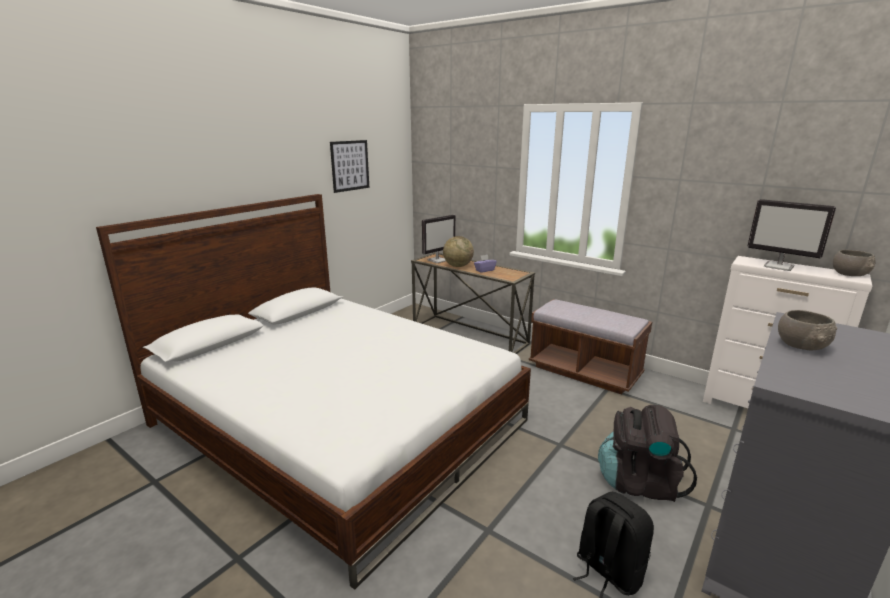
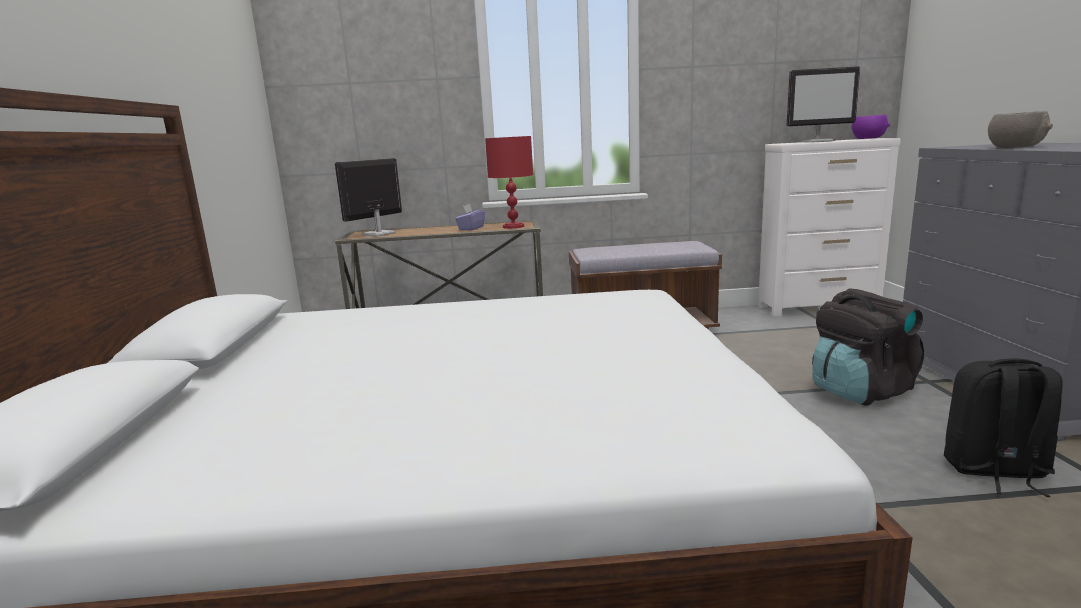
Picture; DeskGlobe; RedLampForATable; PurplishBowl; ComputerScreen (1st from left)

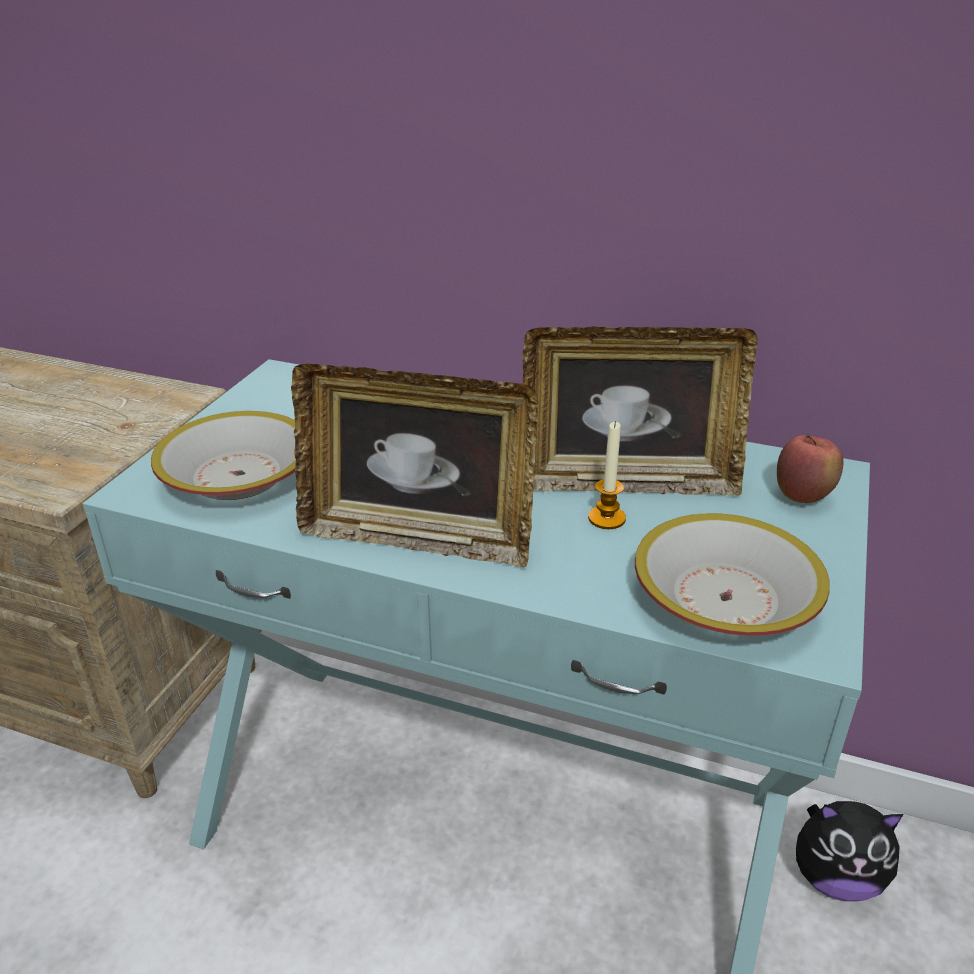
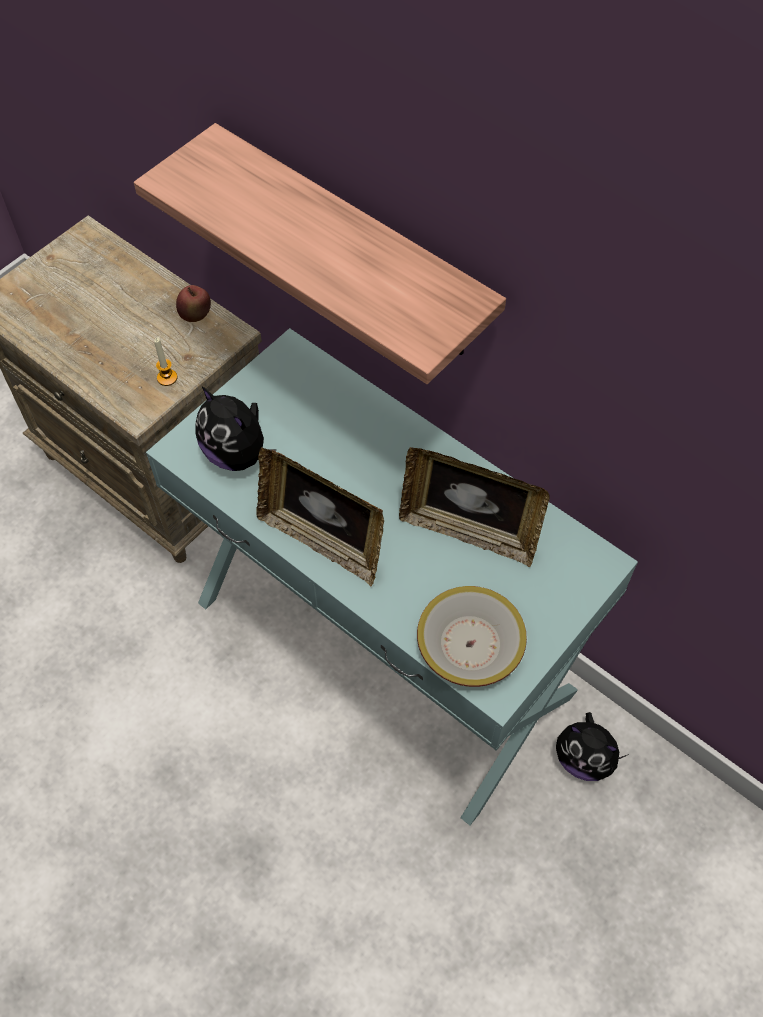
Shelf; Candle; Apple; SoftToy (1st from left)

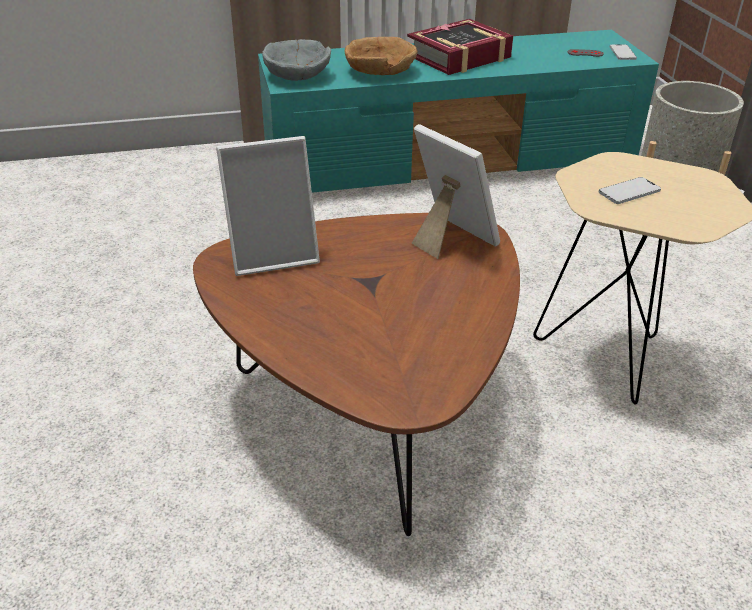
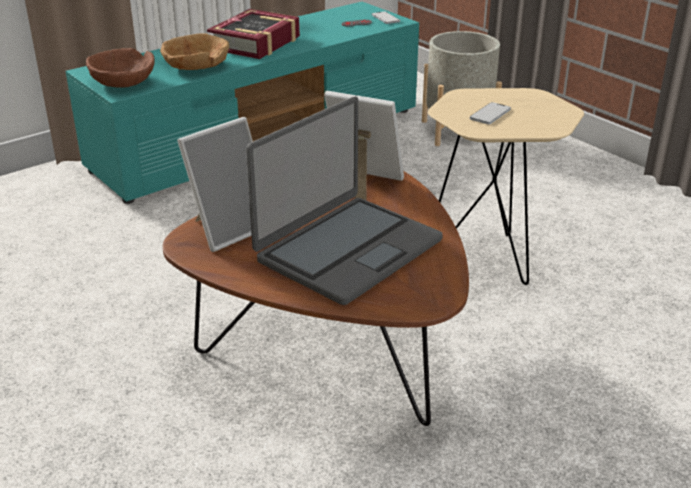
NotebookComputer; BrownBowl (1st from left)

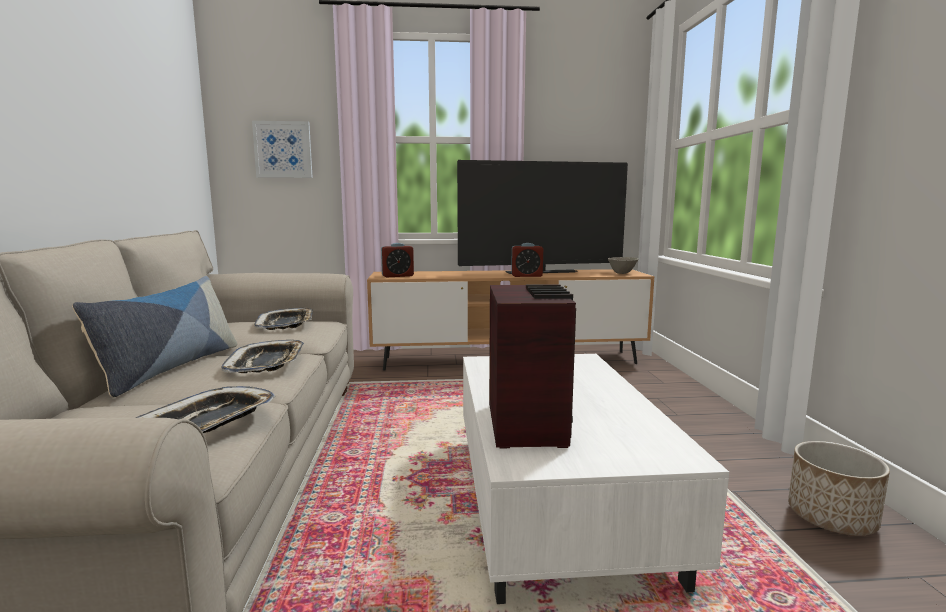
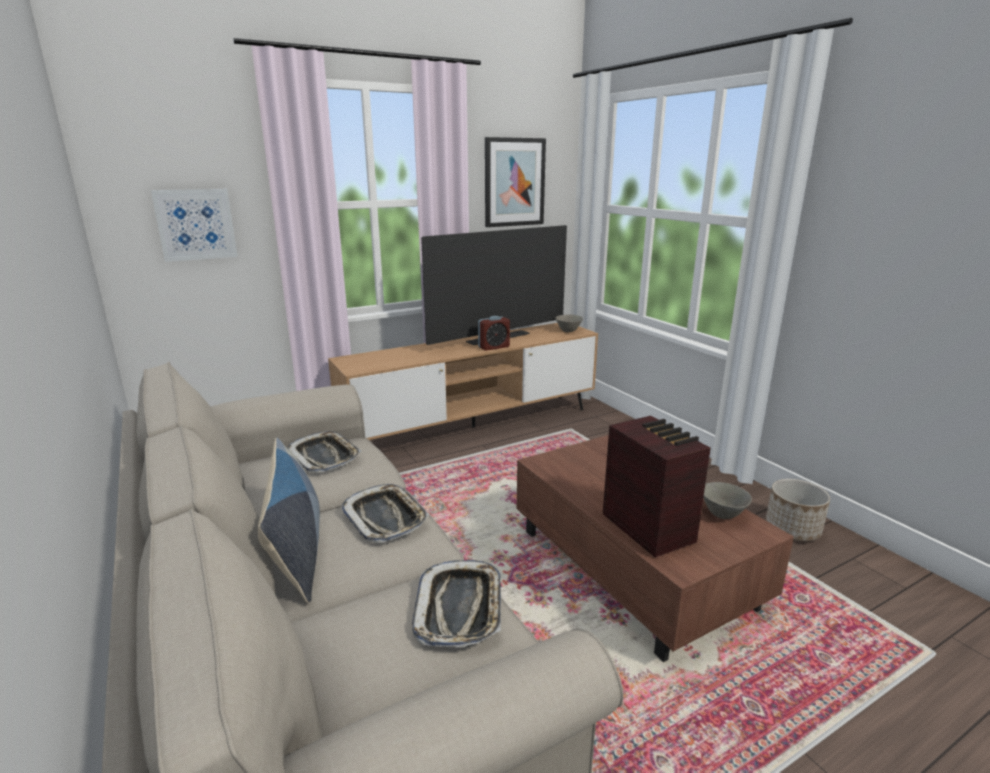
TableClock (1st from left in the first image); Picture (2nd from left); GrayBowl (2nd from left); BrownLowTable

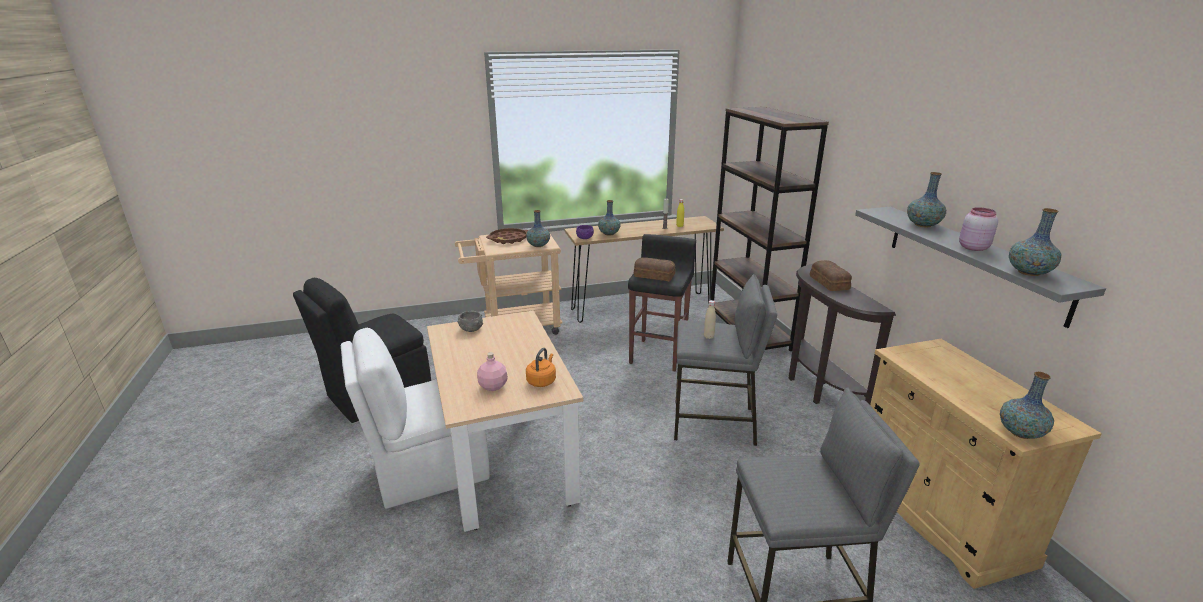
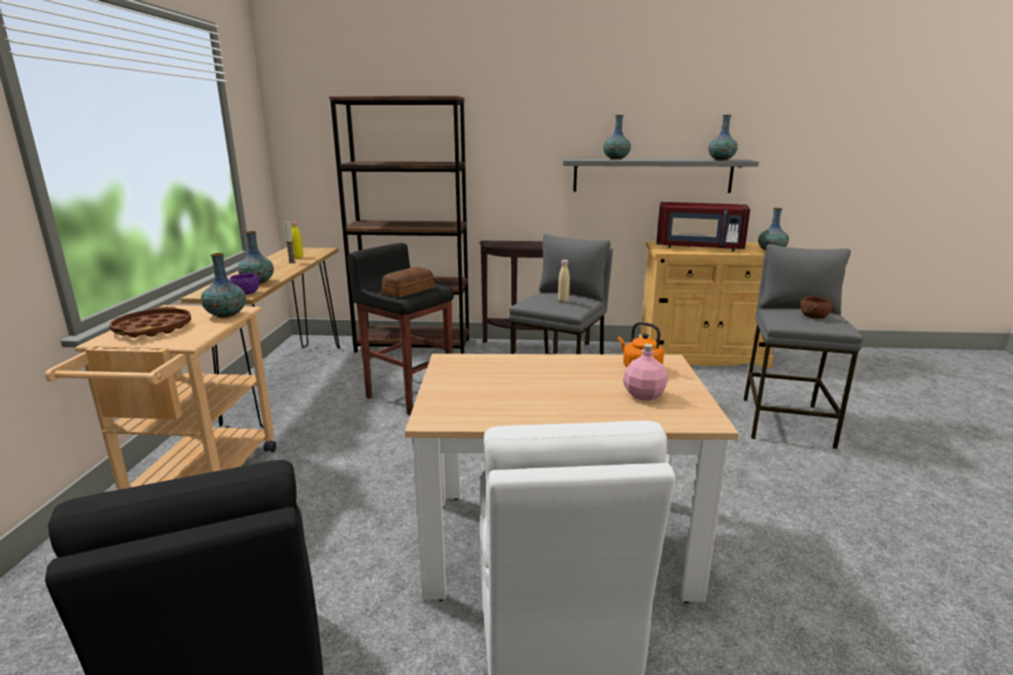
GrayBowl; BakeryBread (2nd from left in the first image); PinkColouredJar; RedMicrowaveOven; BrownBowl

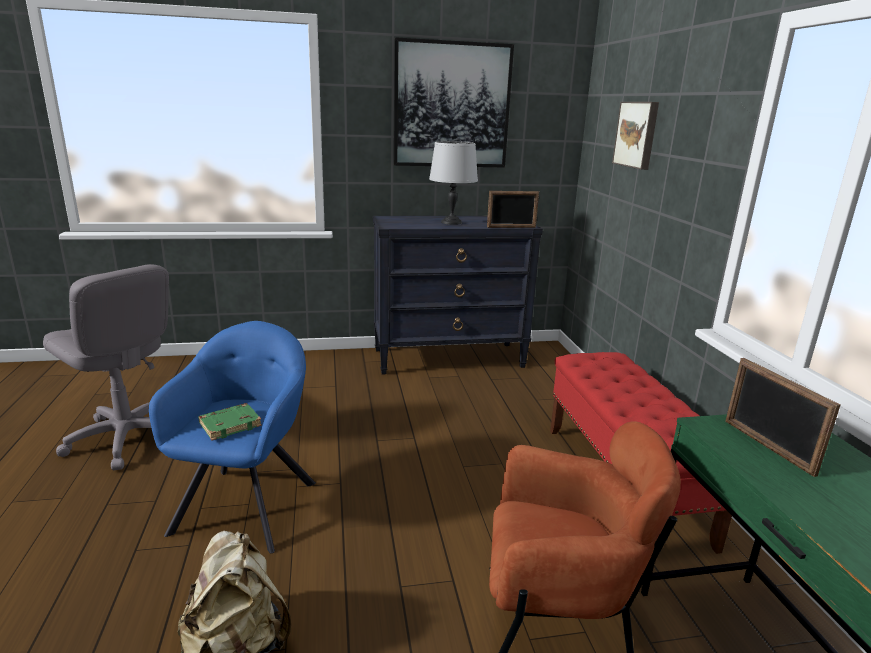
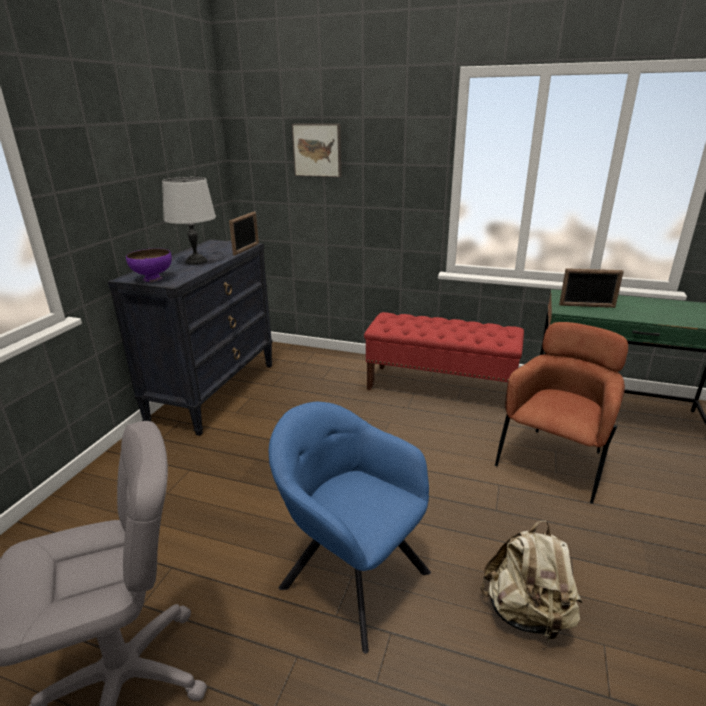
GreenishBoundBook; Picture (1st from left in the first image); PurplishBowl

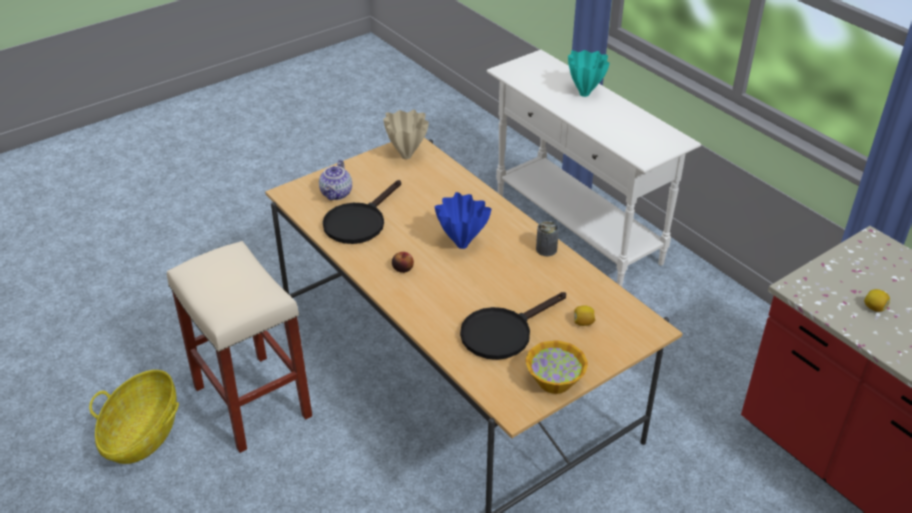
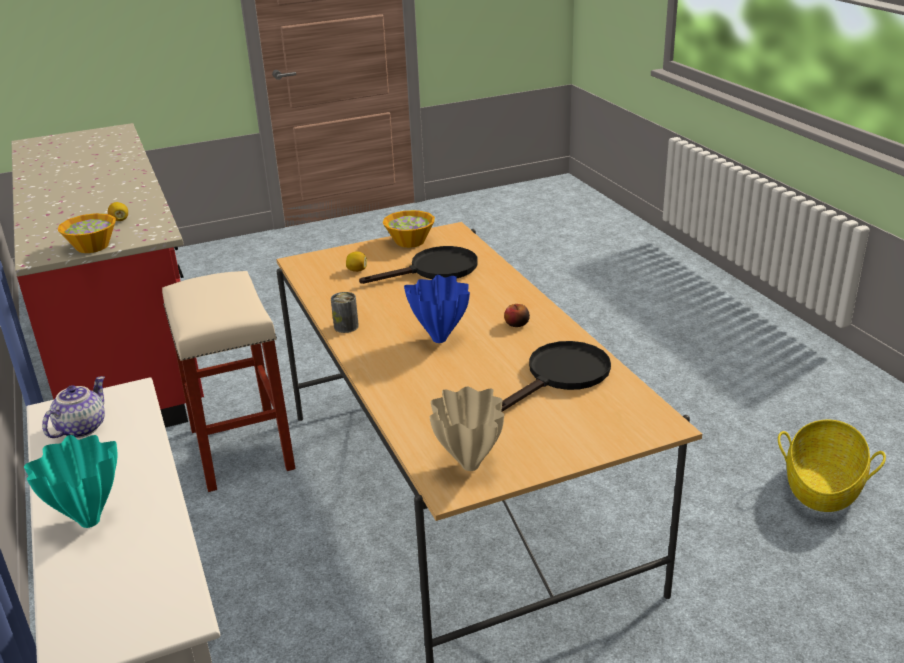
Bowl (1st from left); BeigeColouredSittingStool; Teapot

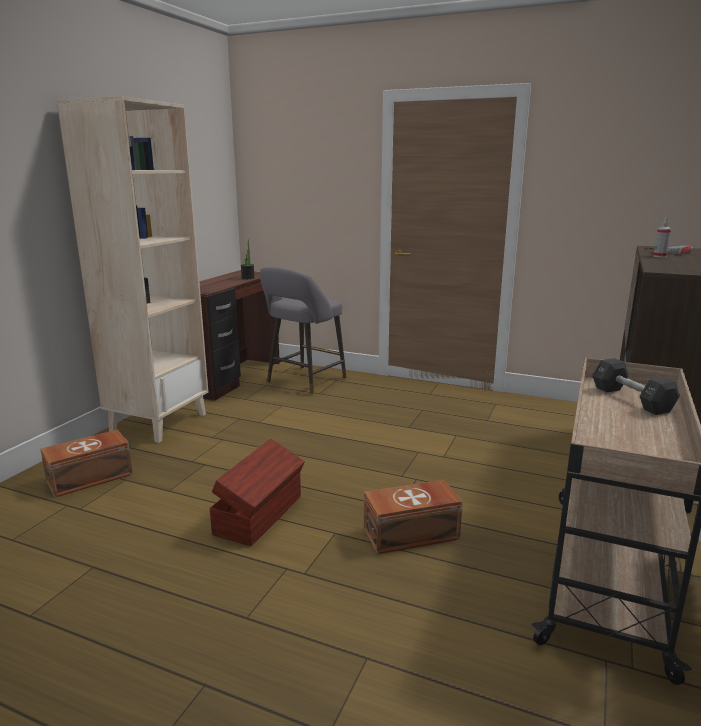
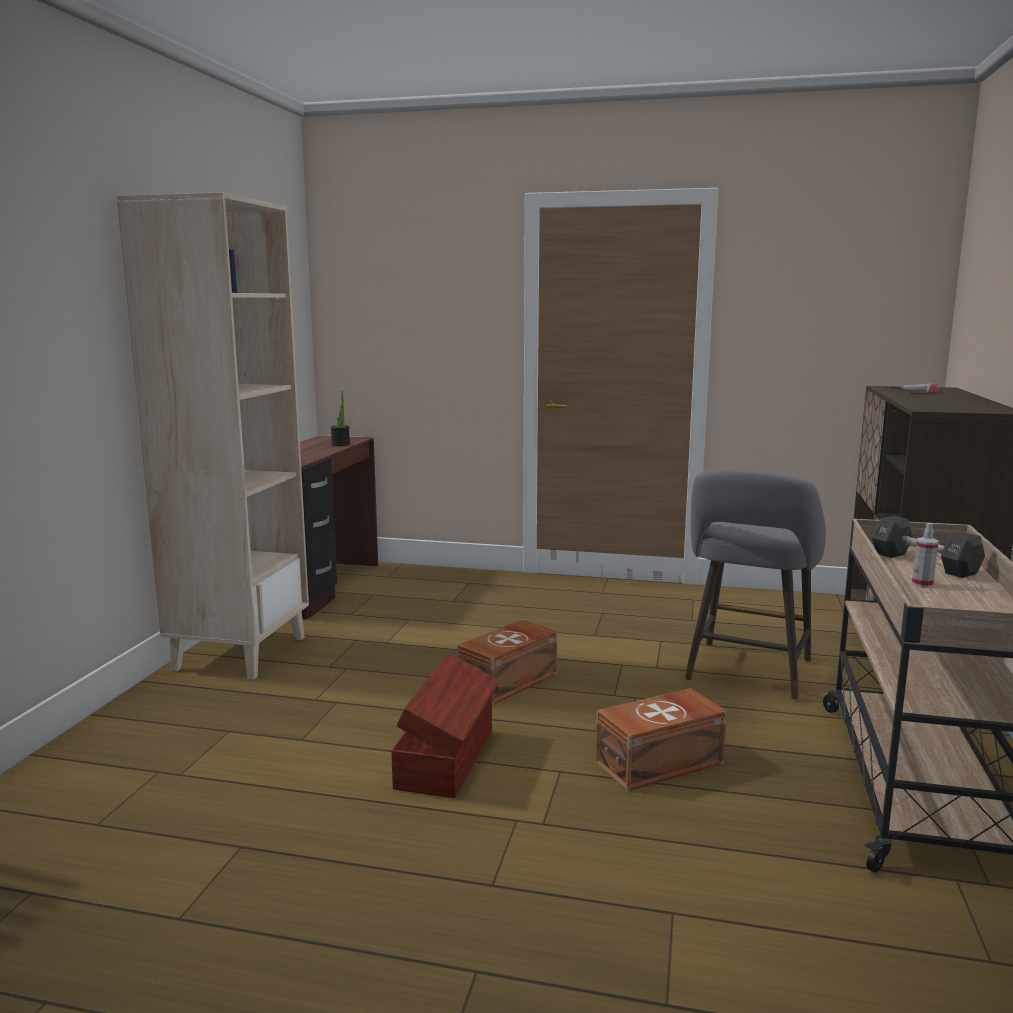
BrownStorageContainer (2nd from left); GraySittingStool; SprayBottle

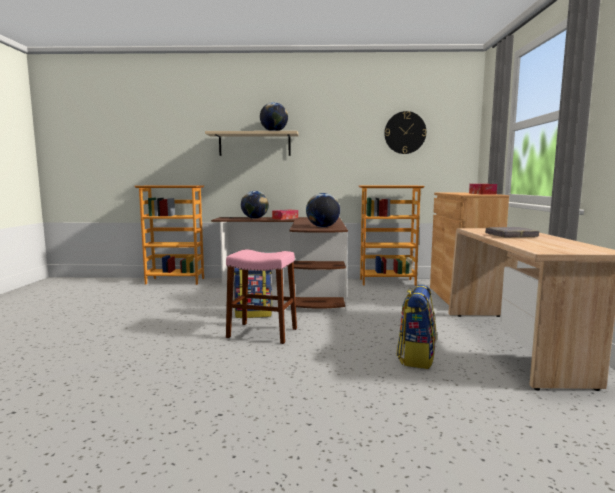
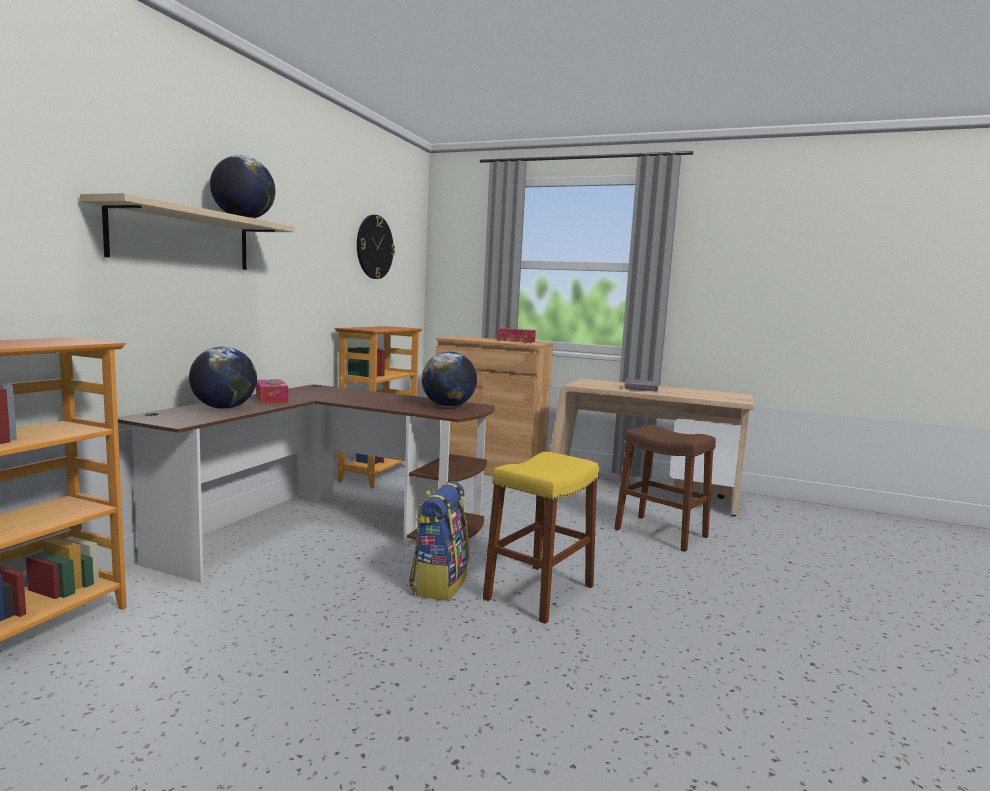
BrownSittingStool; YellowishSittingStool

